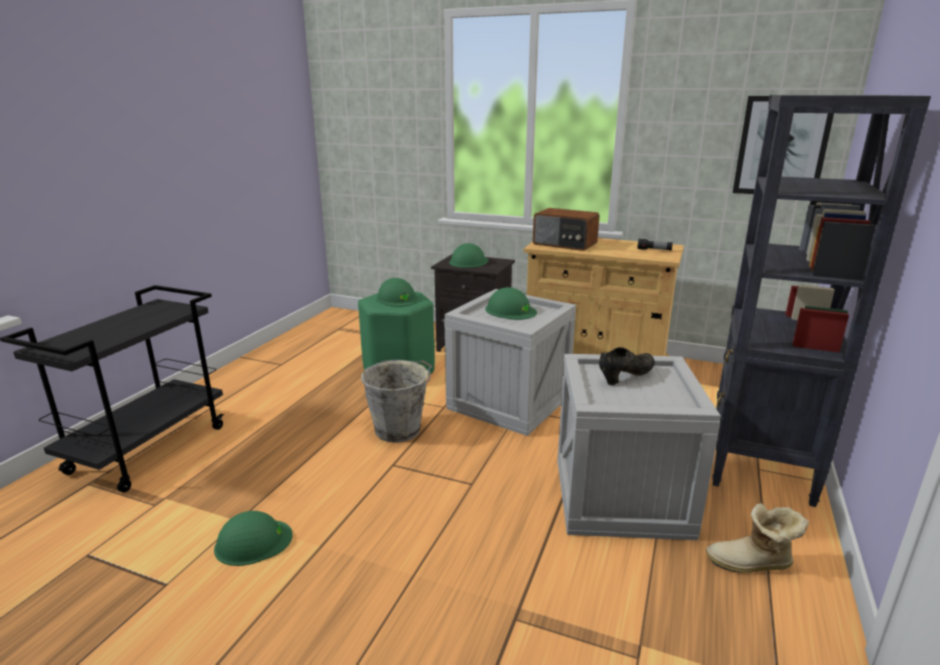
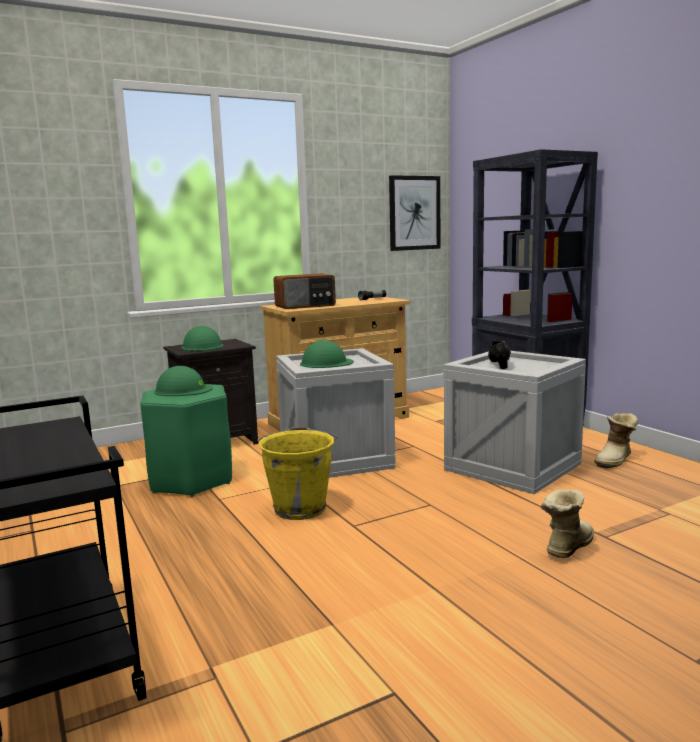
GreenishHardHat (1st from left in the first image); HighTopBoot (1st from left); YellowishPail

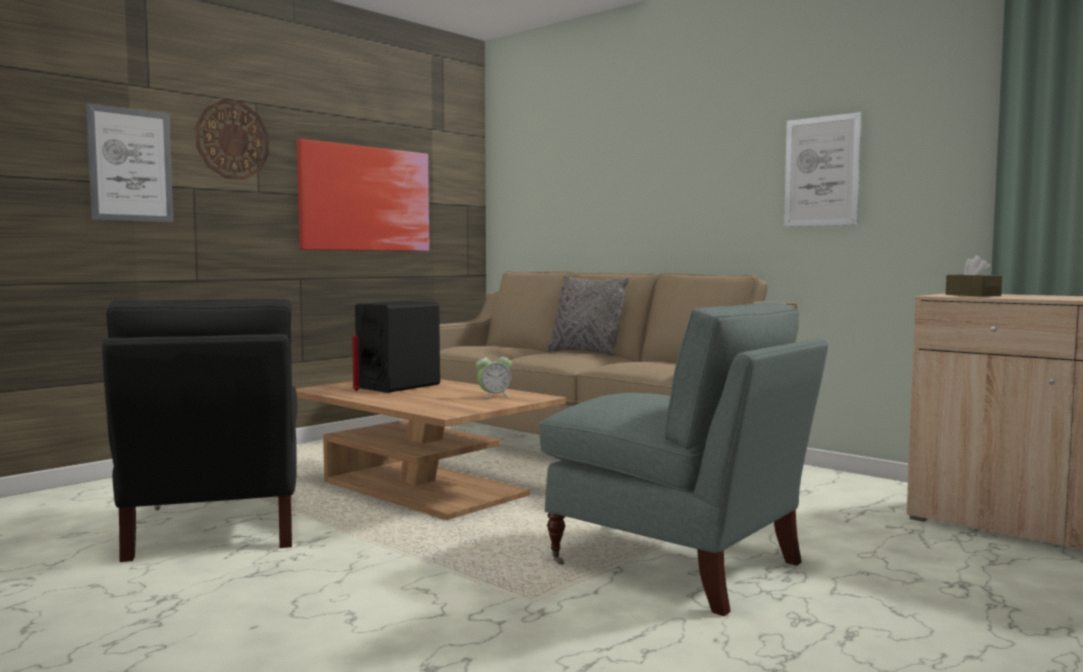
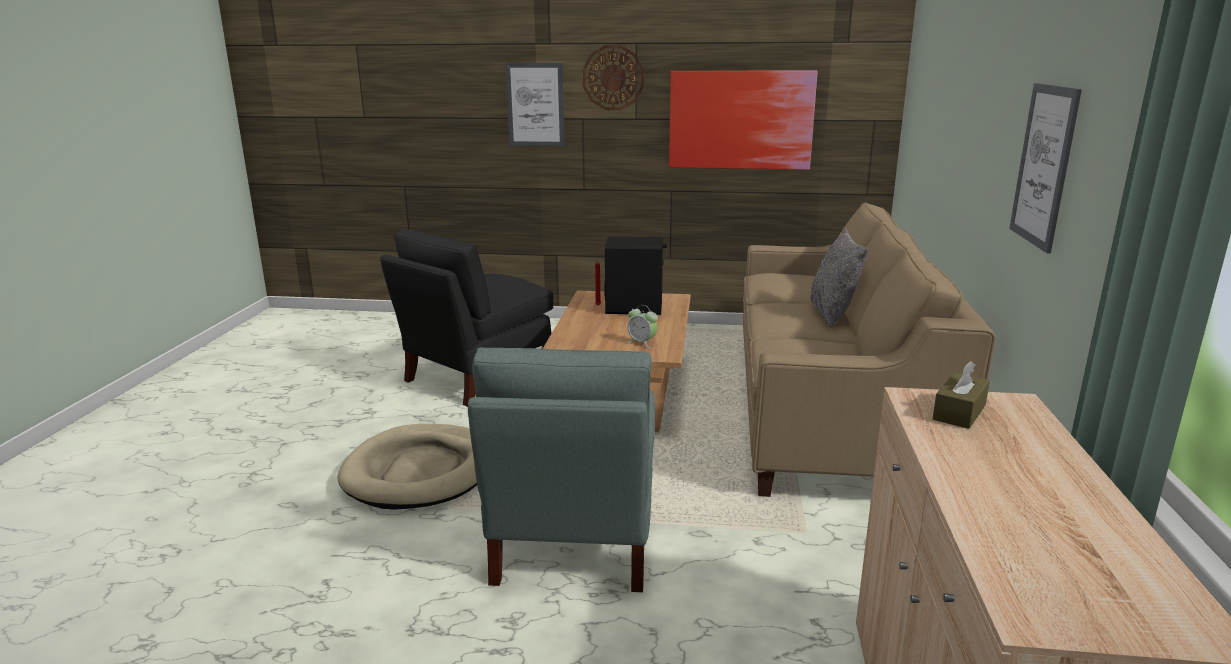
BeigeColouredDogCushion

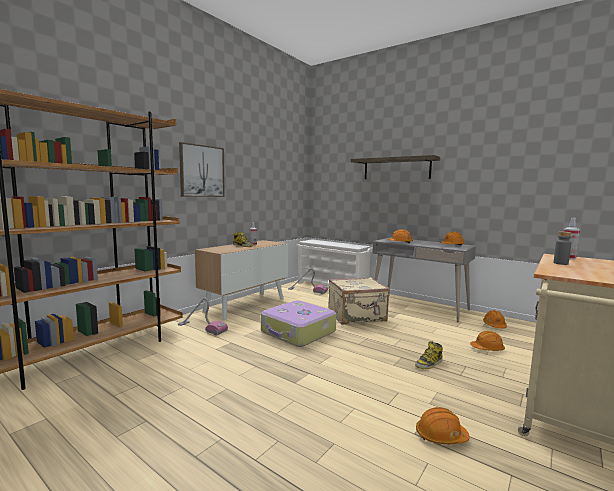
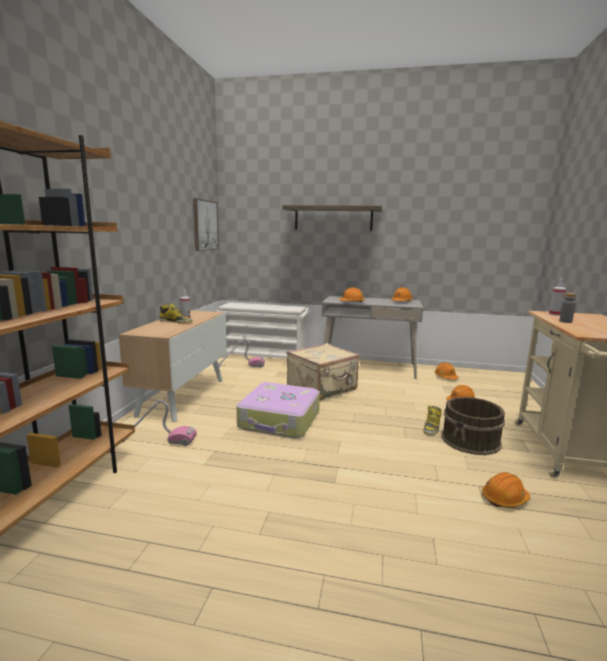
BrownPail; Picture

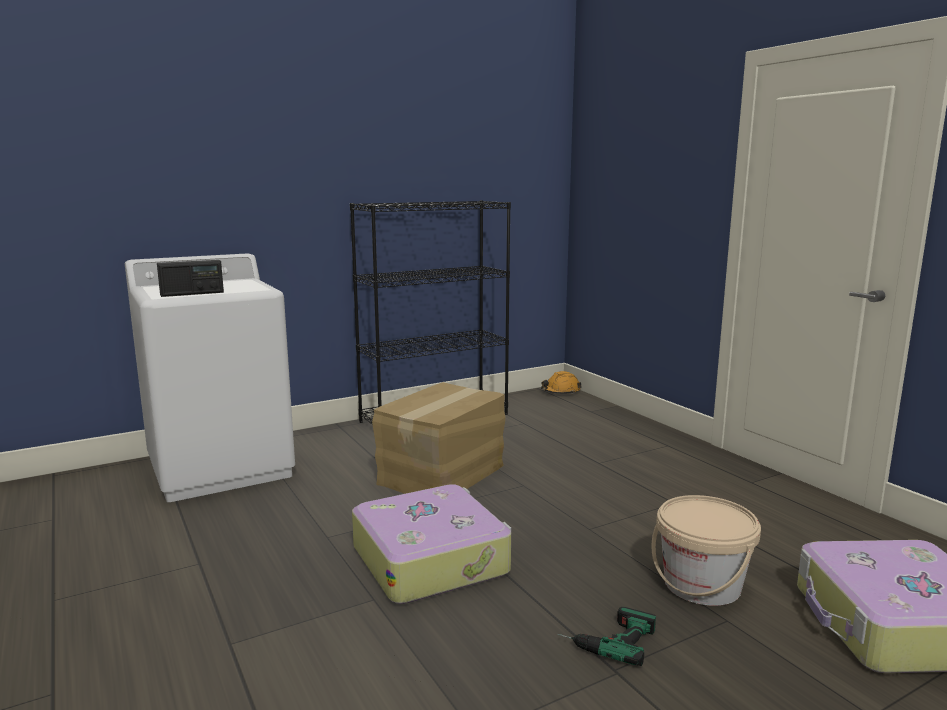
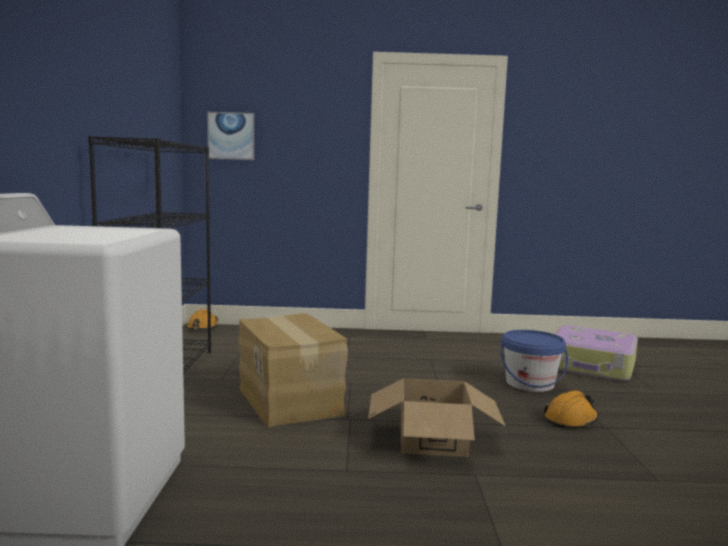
Radio; Picture; CardboardBox (2nd from left); OrangeColouredHardHat (2nd from left); BluePail

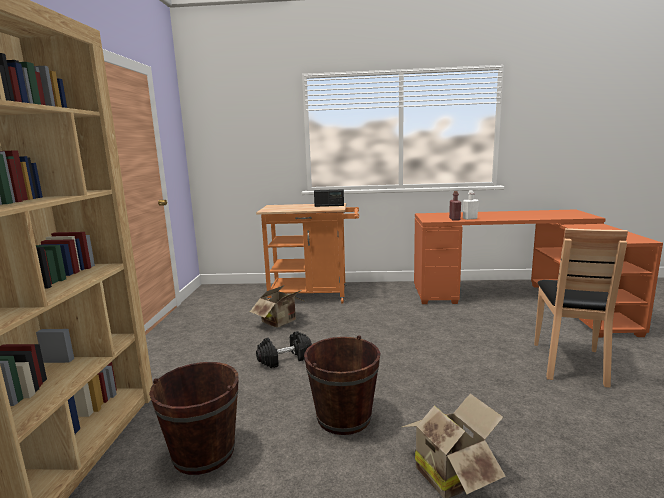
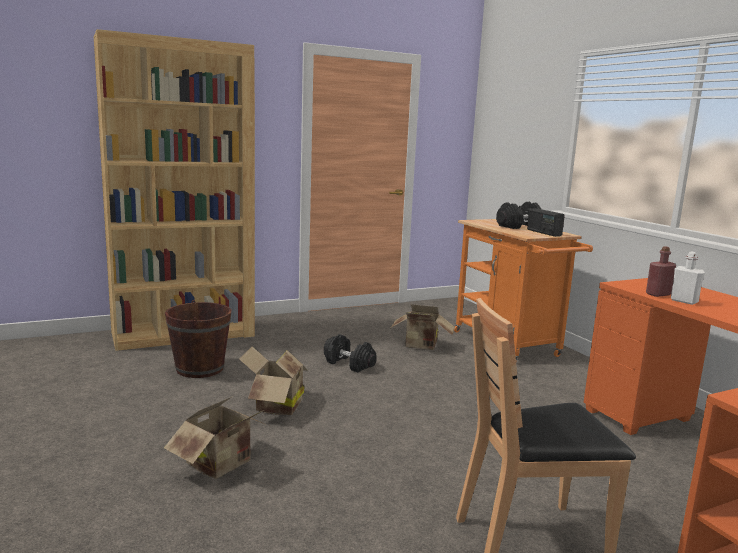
BlackColouredHandWeight (2nd from left); CardboardBox (2nd from left)

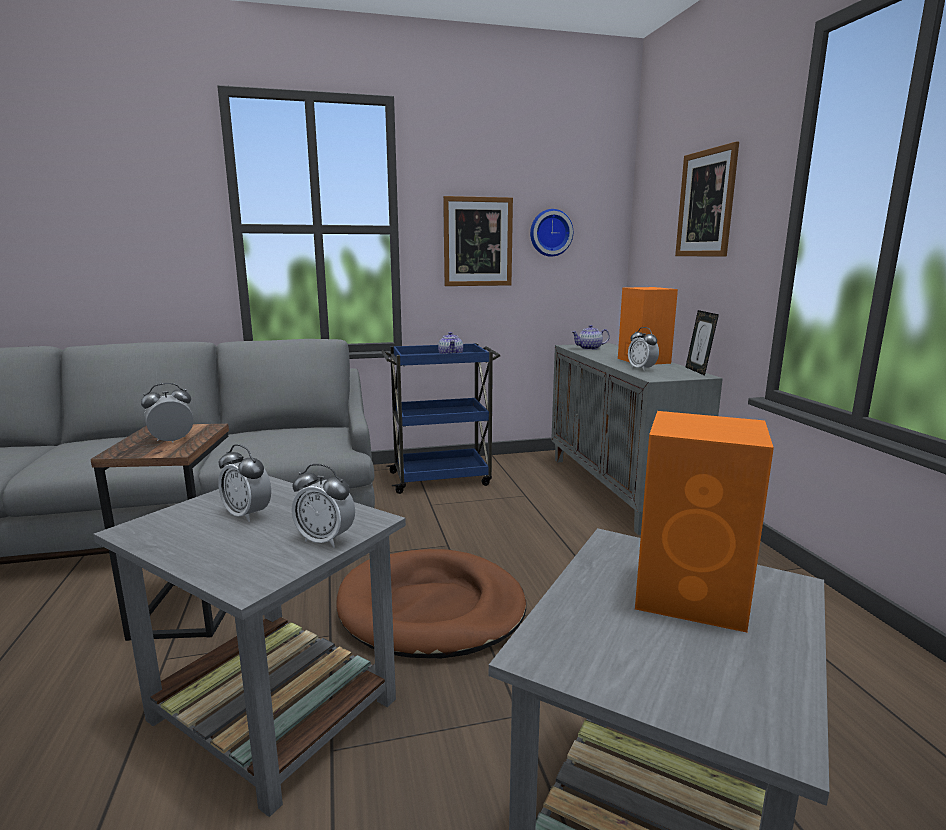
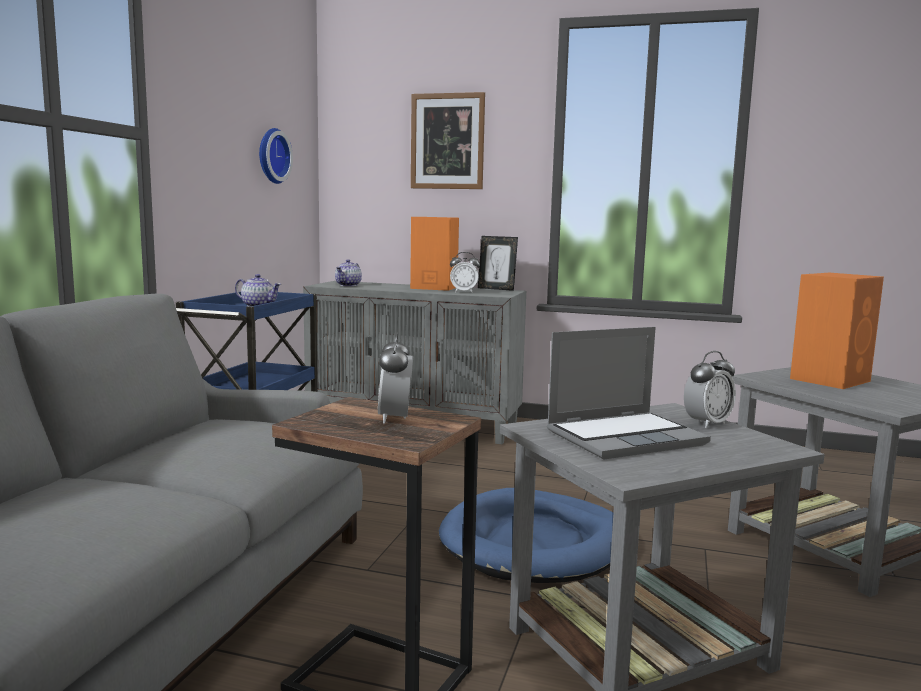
Picture (1st from left in the first image); NotebookComputer; BlueDogCushion

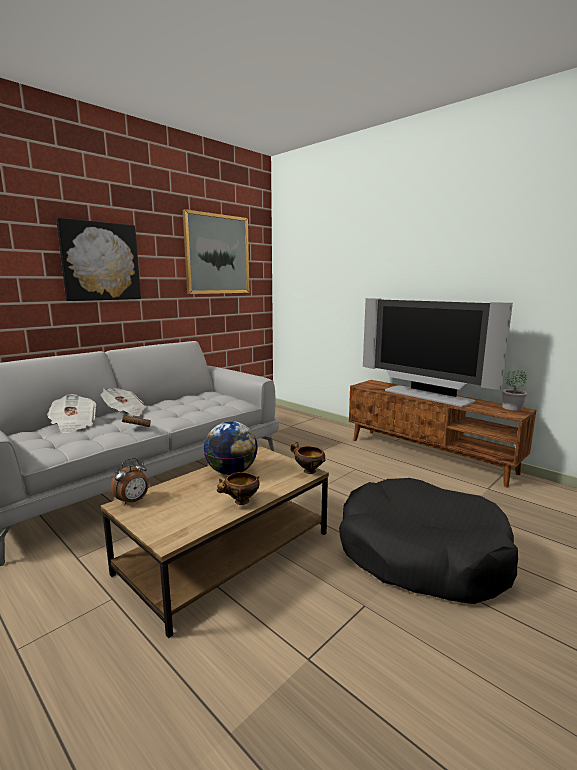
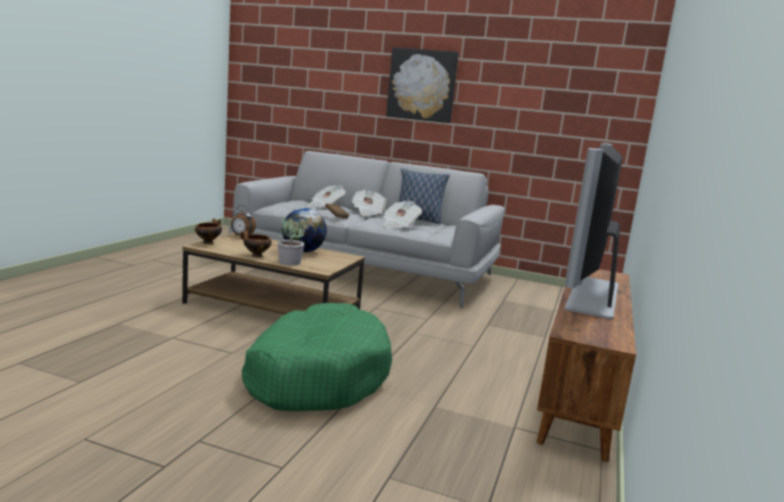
Picture (2nd from left in the first image); Newspaper (3rd from left); Pillow; Bowl (1st from left); Houseplant; GreenishDogCushion

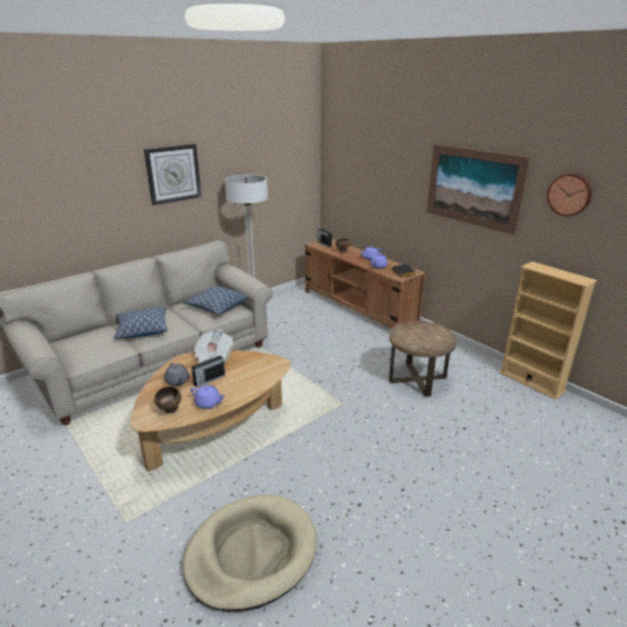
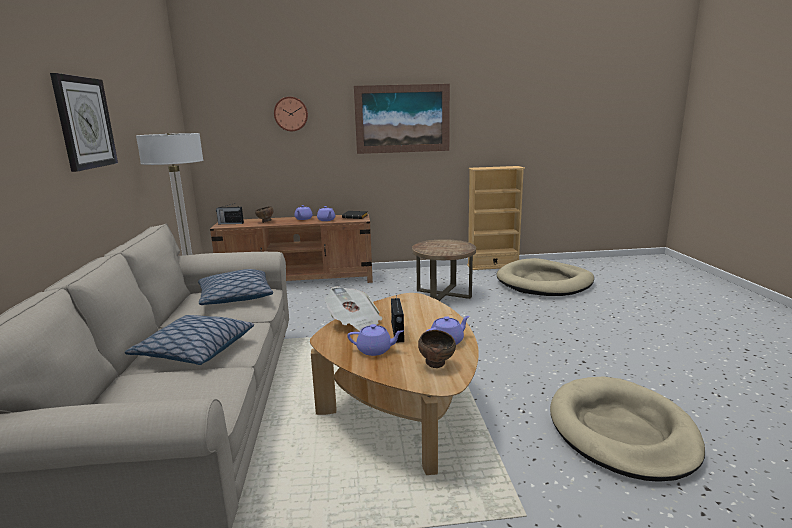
BeigeColouredDogCushion (1st from left); WallClock (2nd from left); PurplishTeapot (3rd from left)

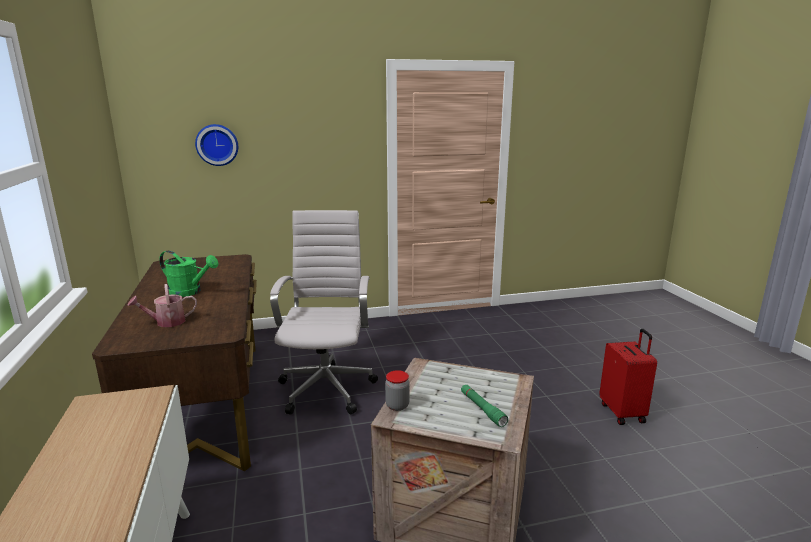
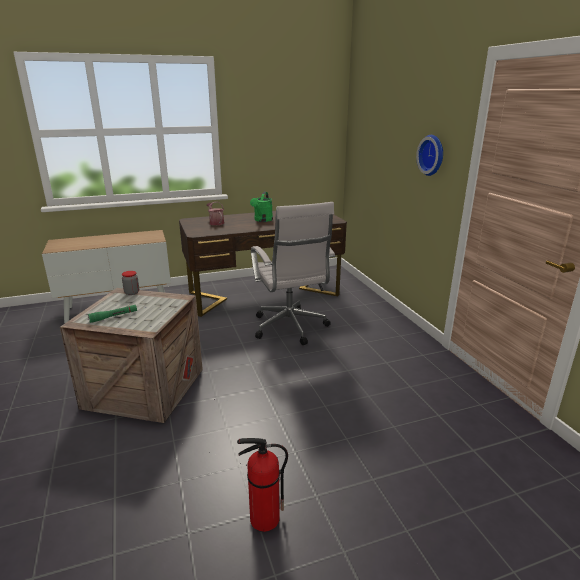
WallClock; FireFightingCylinder; WhiteColouredOfficeChair

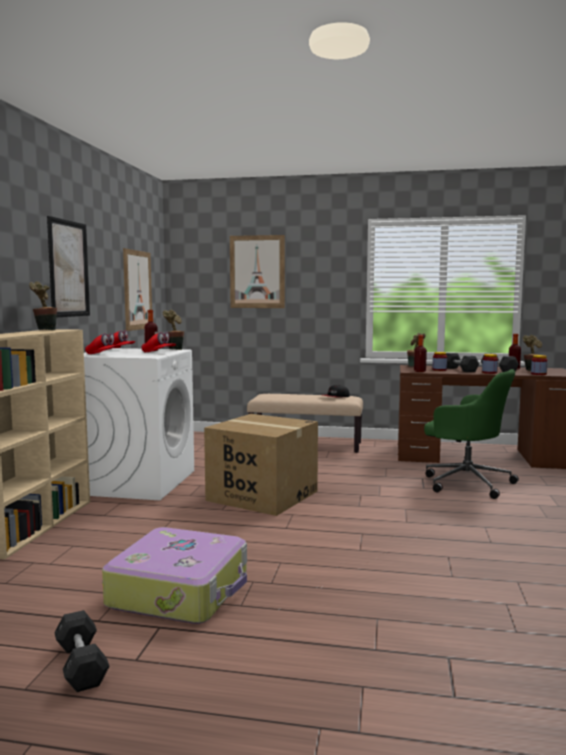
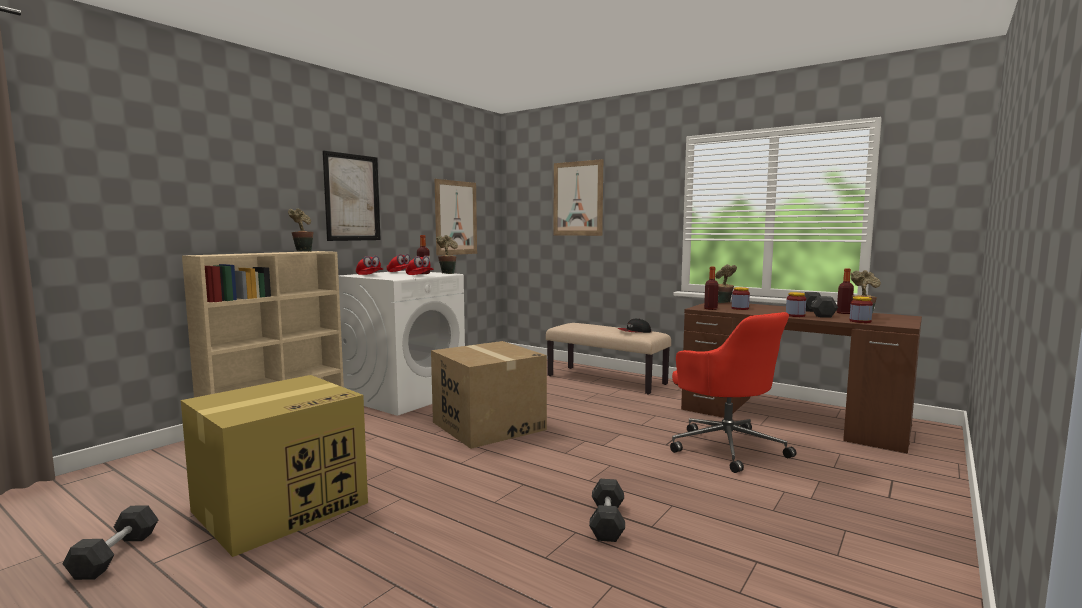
GrayHandWeight (2nd from left); CardboardBox (1st from left); RedOfficeChair

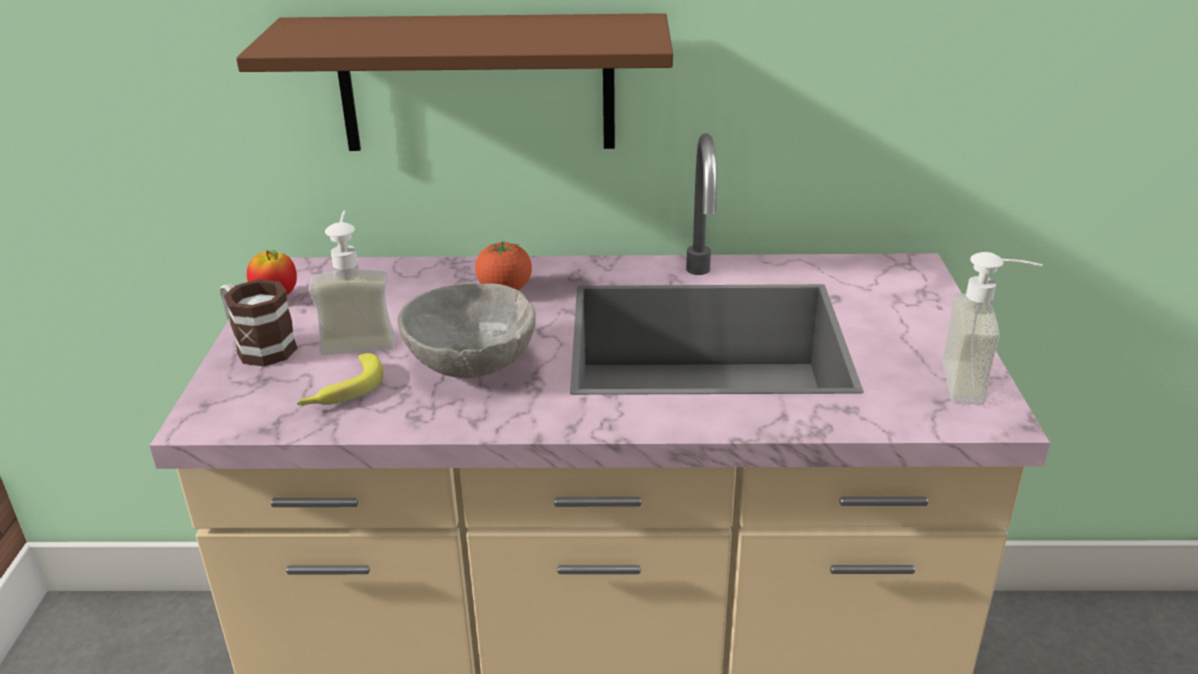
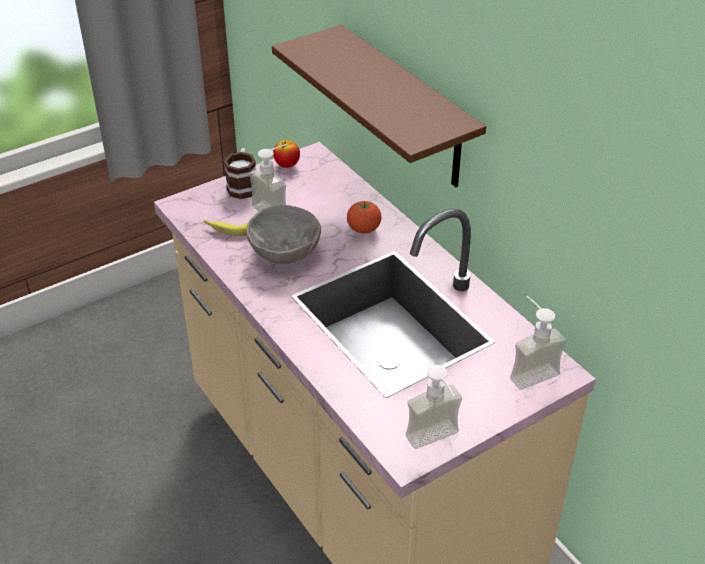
LiquidSoapBottle (3rd from left)

